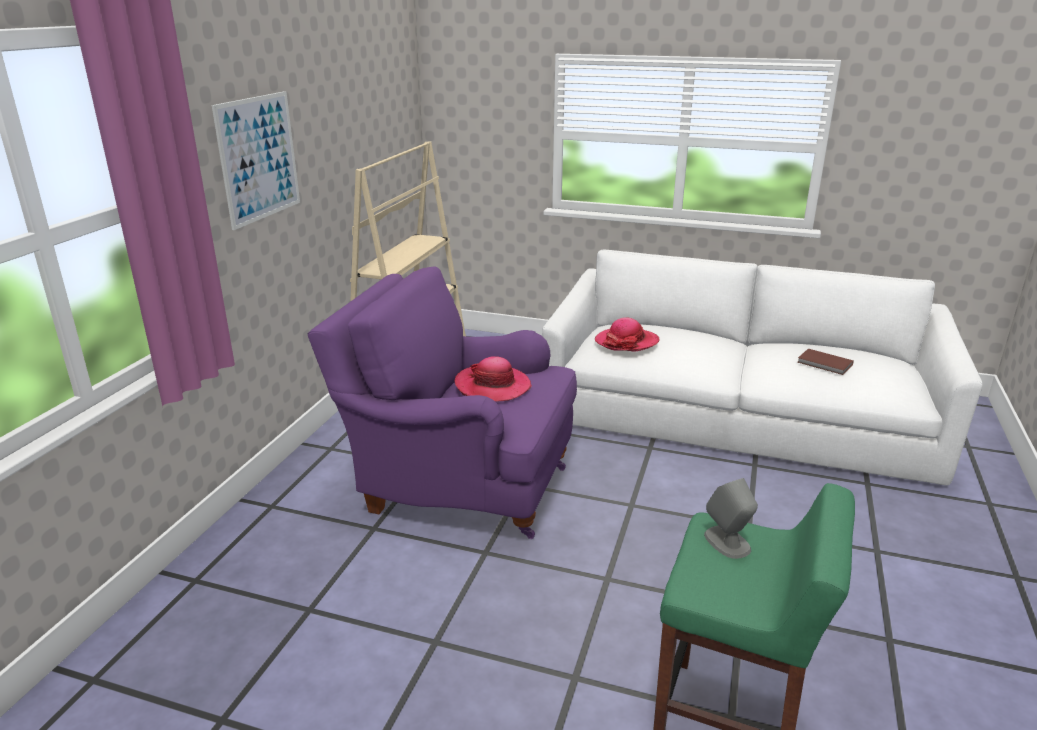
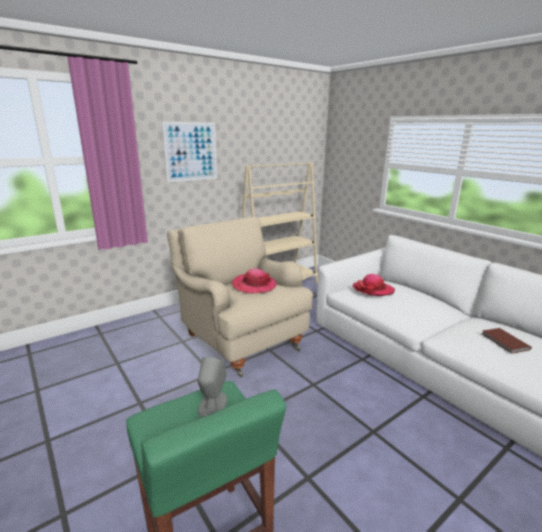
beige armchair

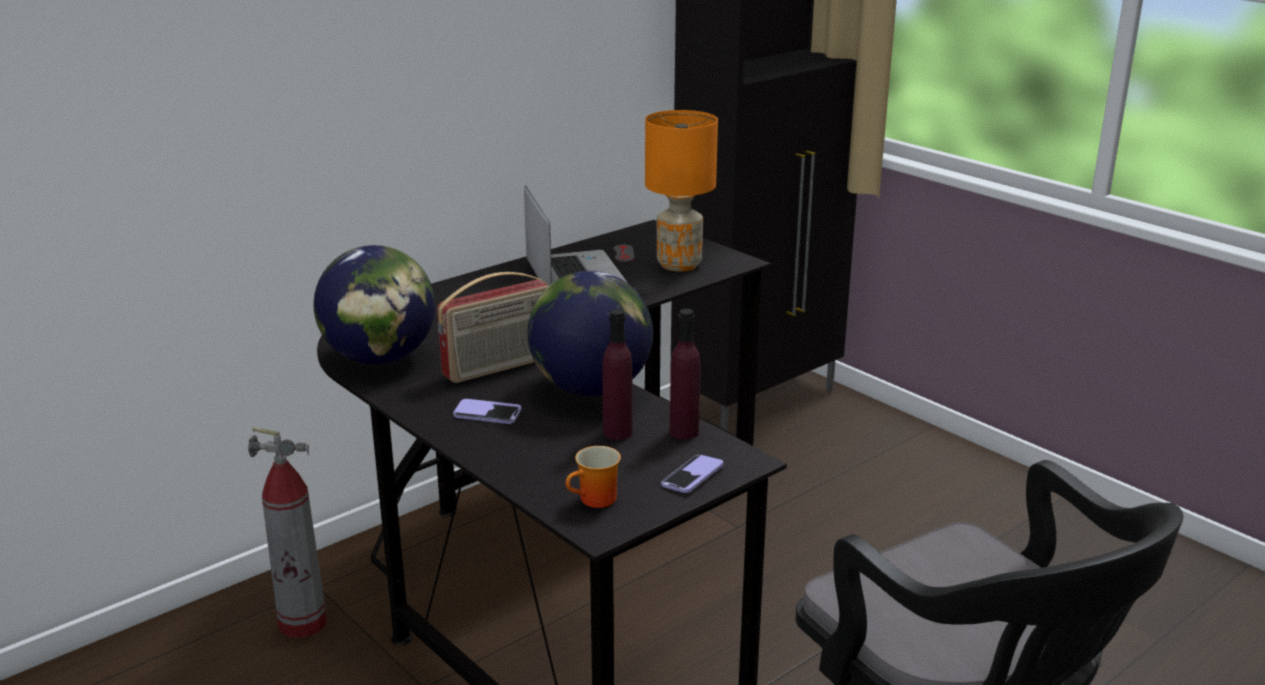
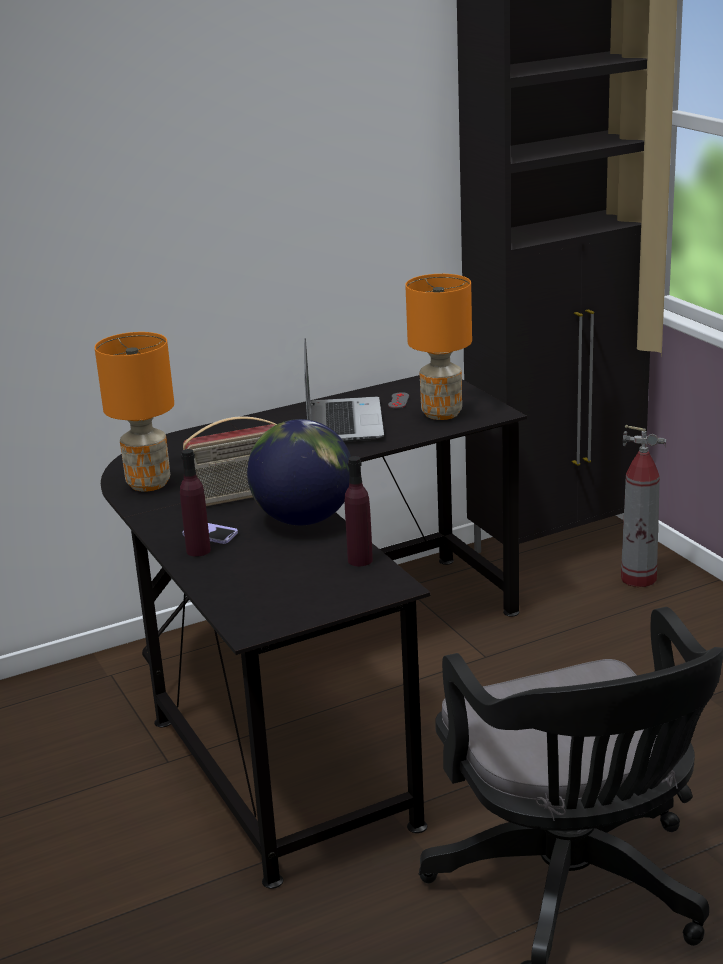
mug
phone (2nd from left in the first image)
fire extinguisher
purple bottle (1st from left)
orange table lamp (1st from left)

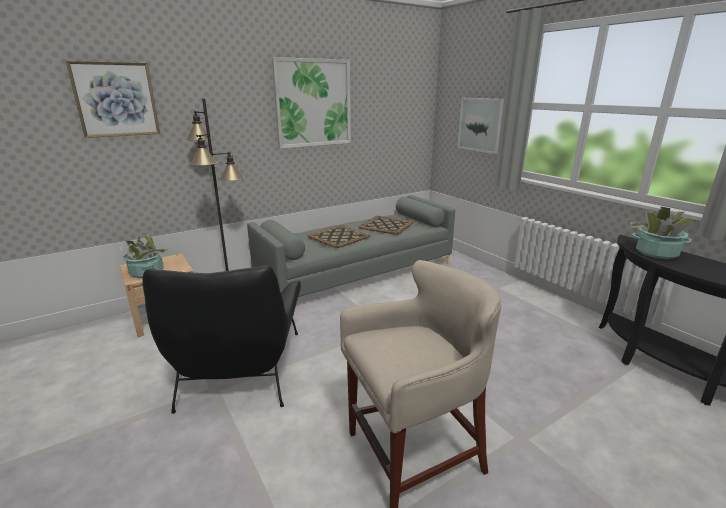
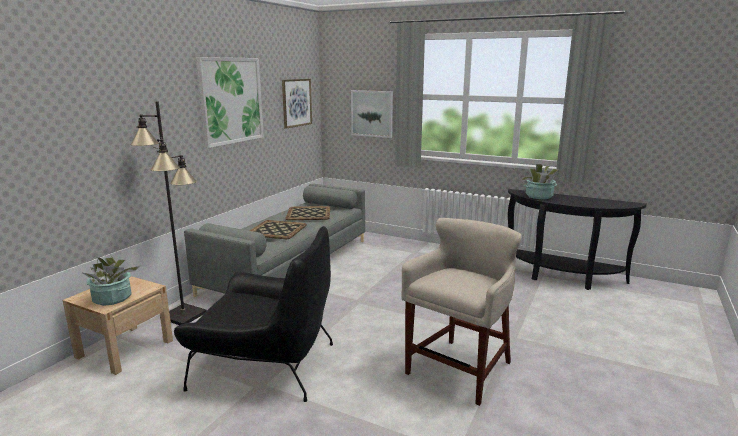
picture (2nd from left)
black armchair

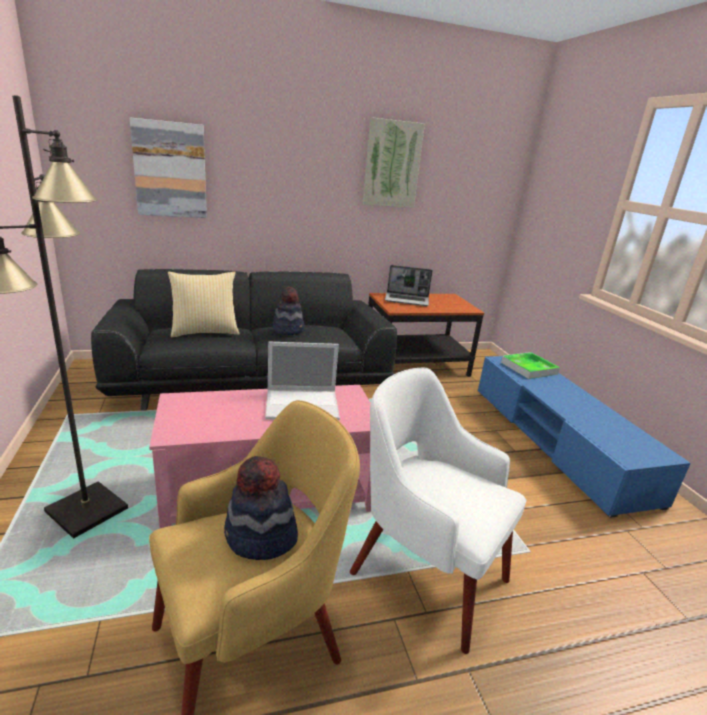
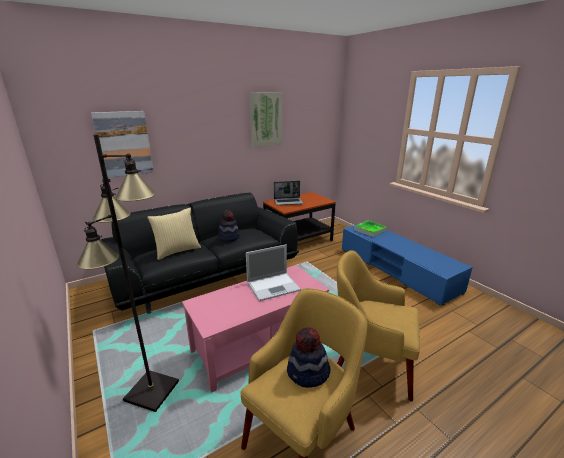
yellow armchair (2nd from left)

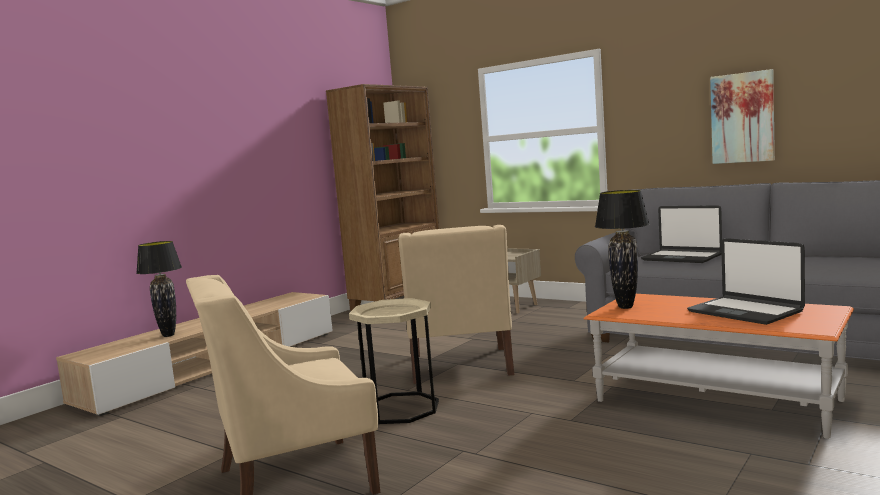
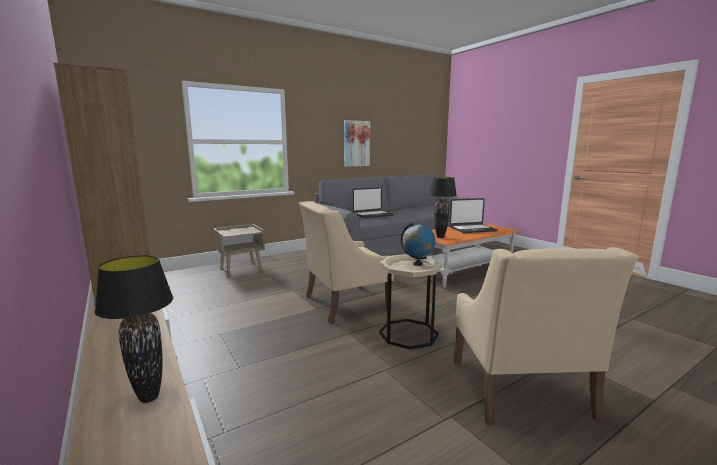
globe
beige armchair (1st from left)

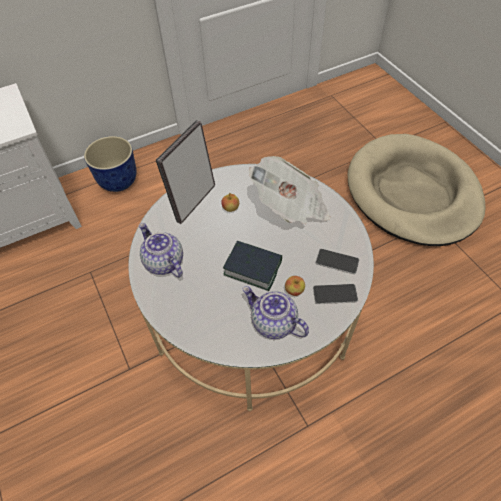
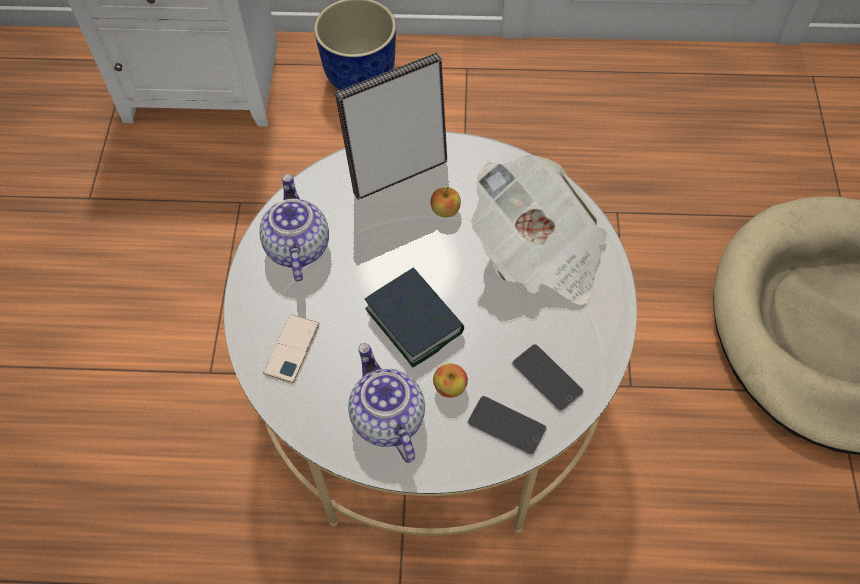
phone (1st from left)

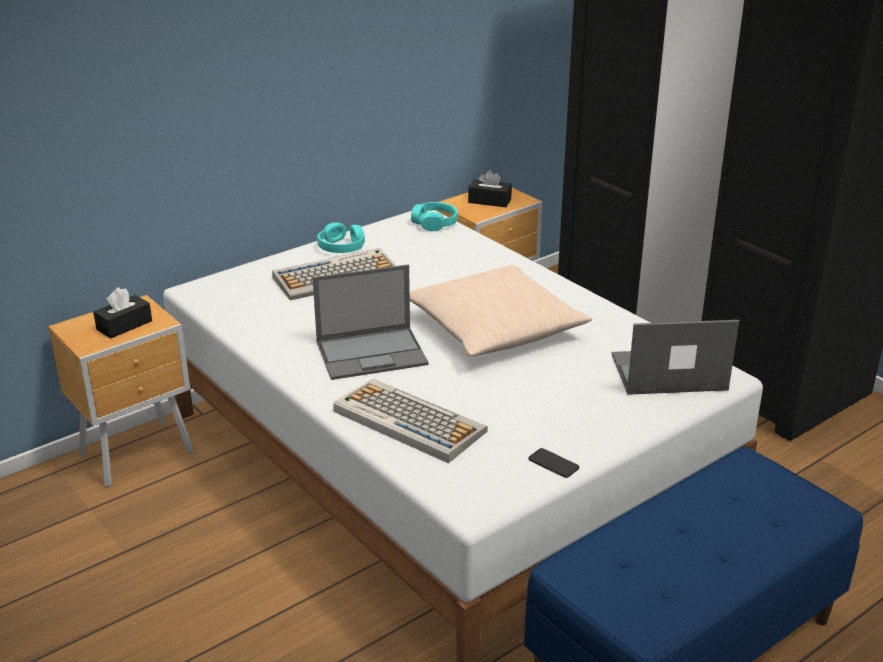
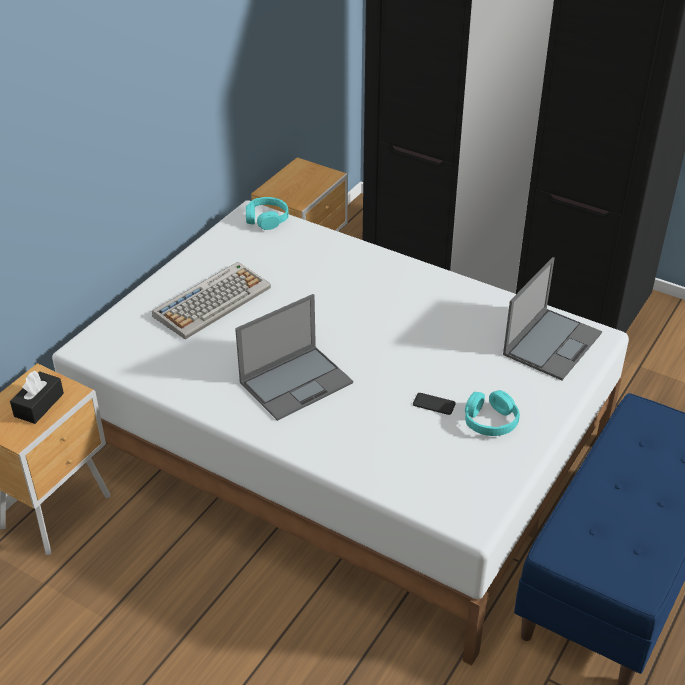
keyboard (2nd from left in the first image)
beige pillow
black tissue box (2nd from left in the first image)
turquoise headphones (2nd from left)
phone
laptop (2nd from left)

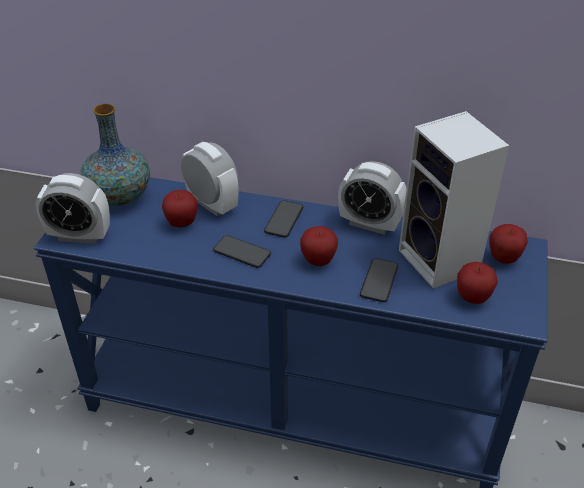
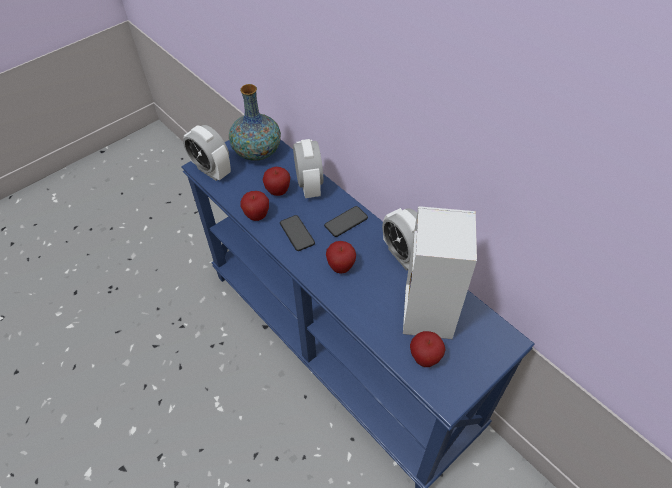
phone (3rd from left in the first image)
apple (1st from left)

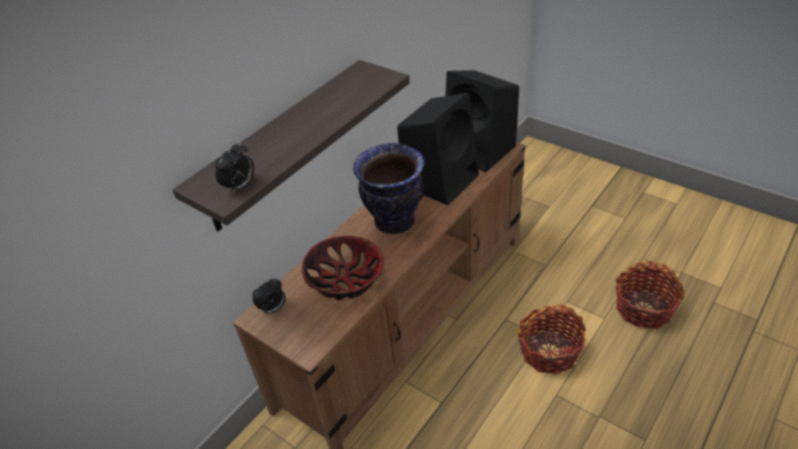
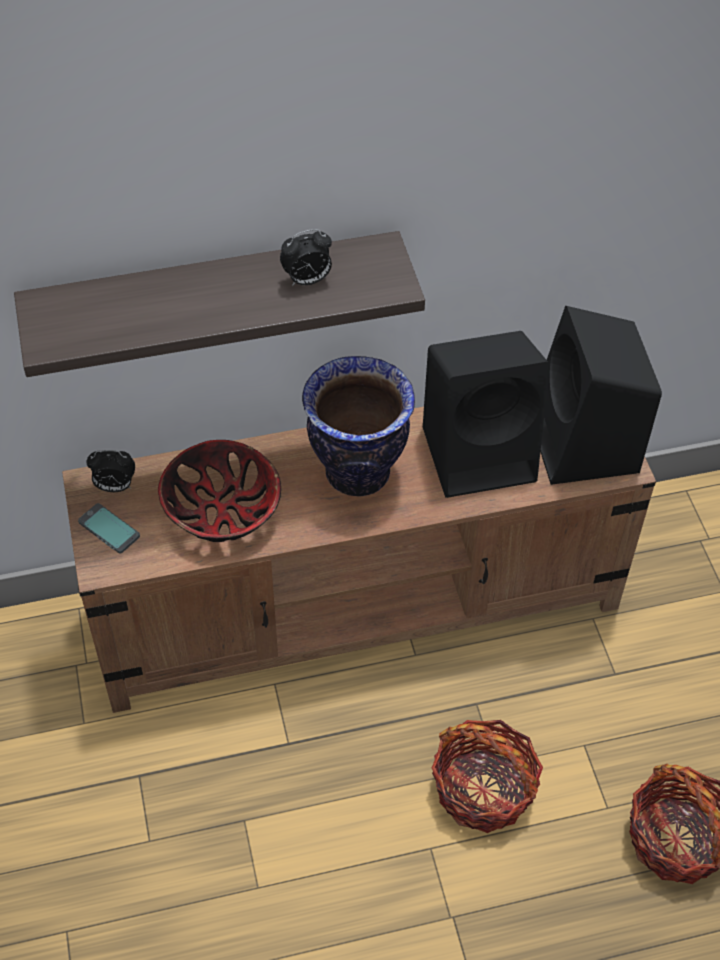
phone
alarm clock (2nd from left)

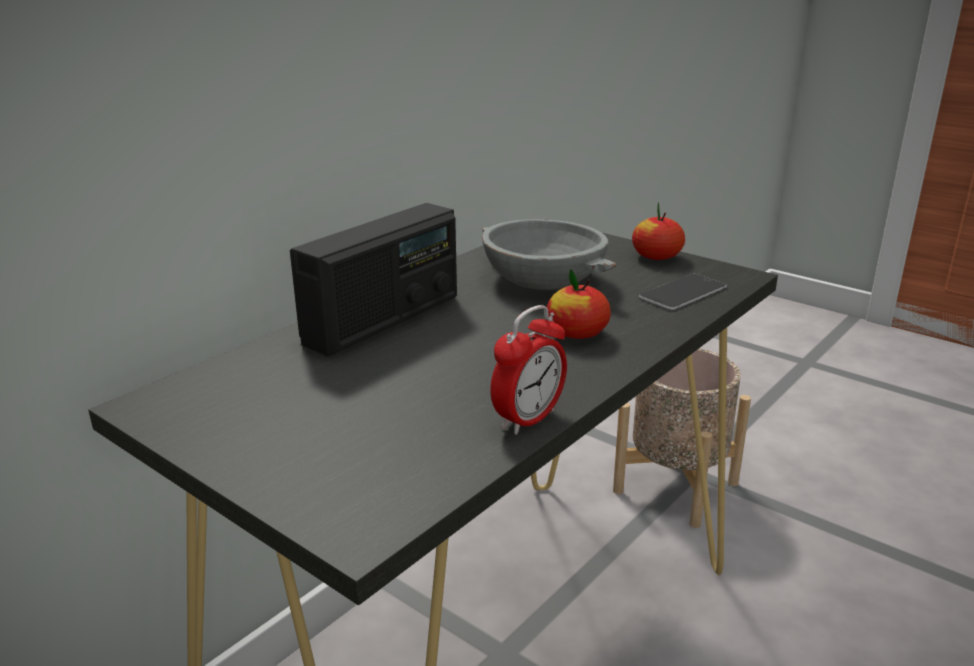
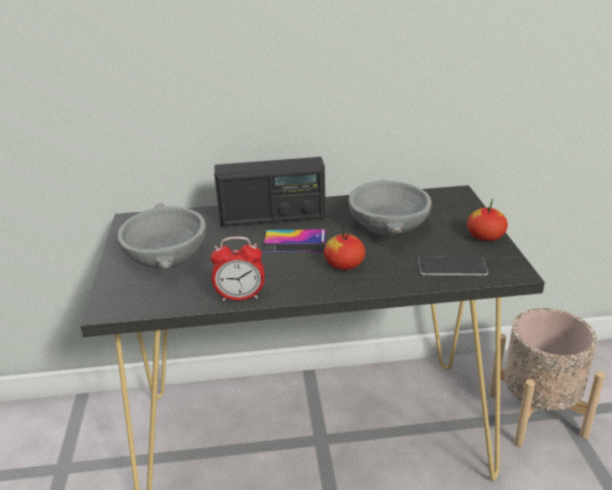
grey bowl (1st from left)
phone (1st from left)

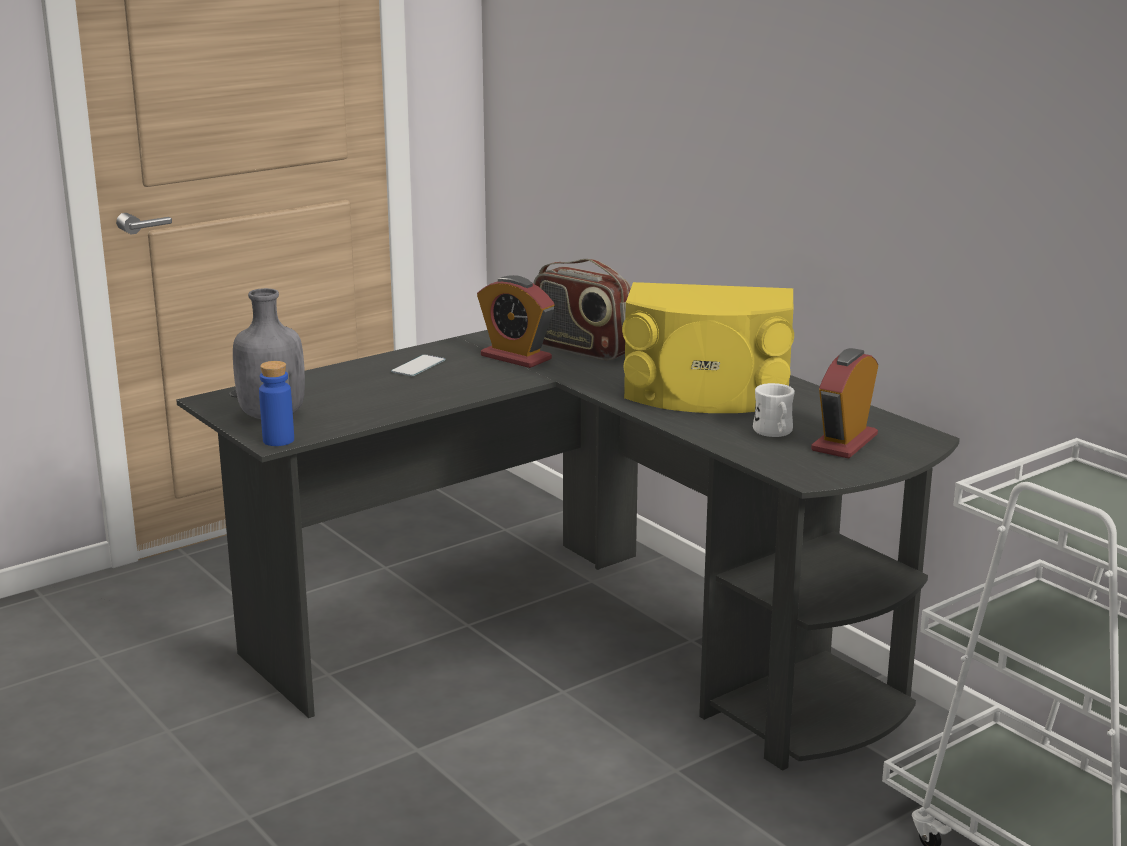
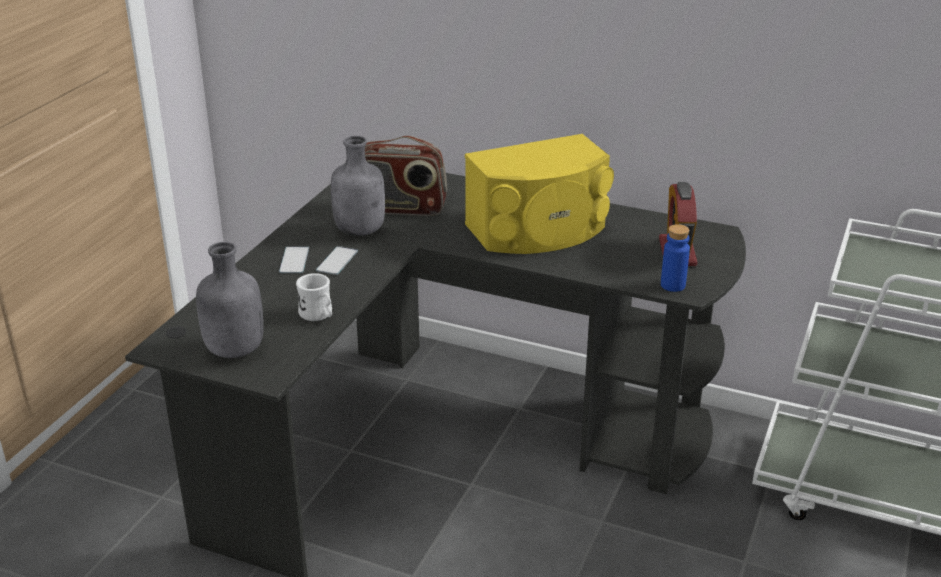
phone (2nd from left)
blue bottle
white mug
grey bottle (2nd from left)

